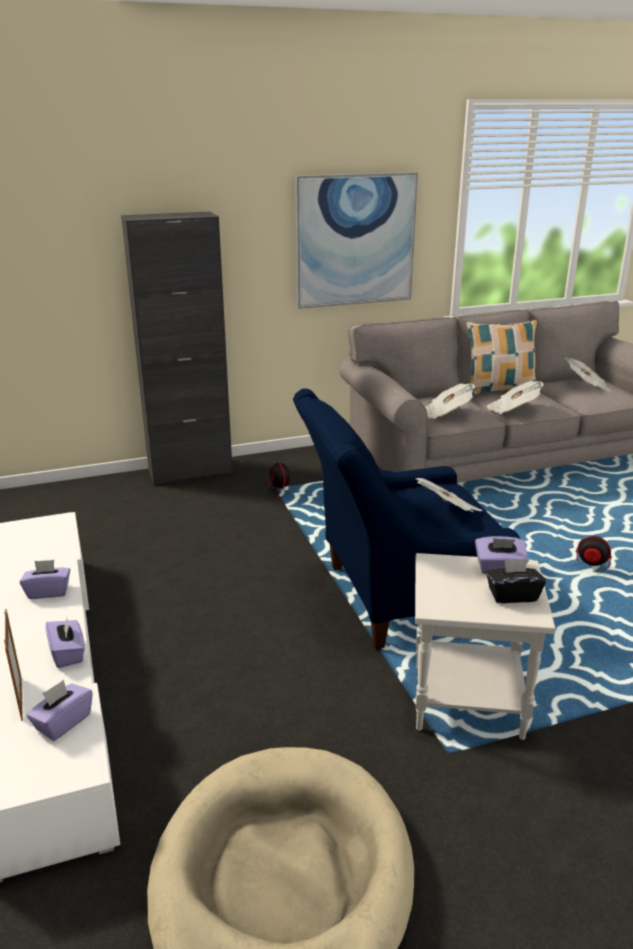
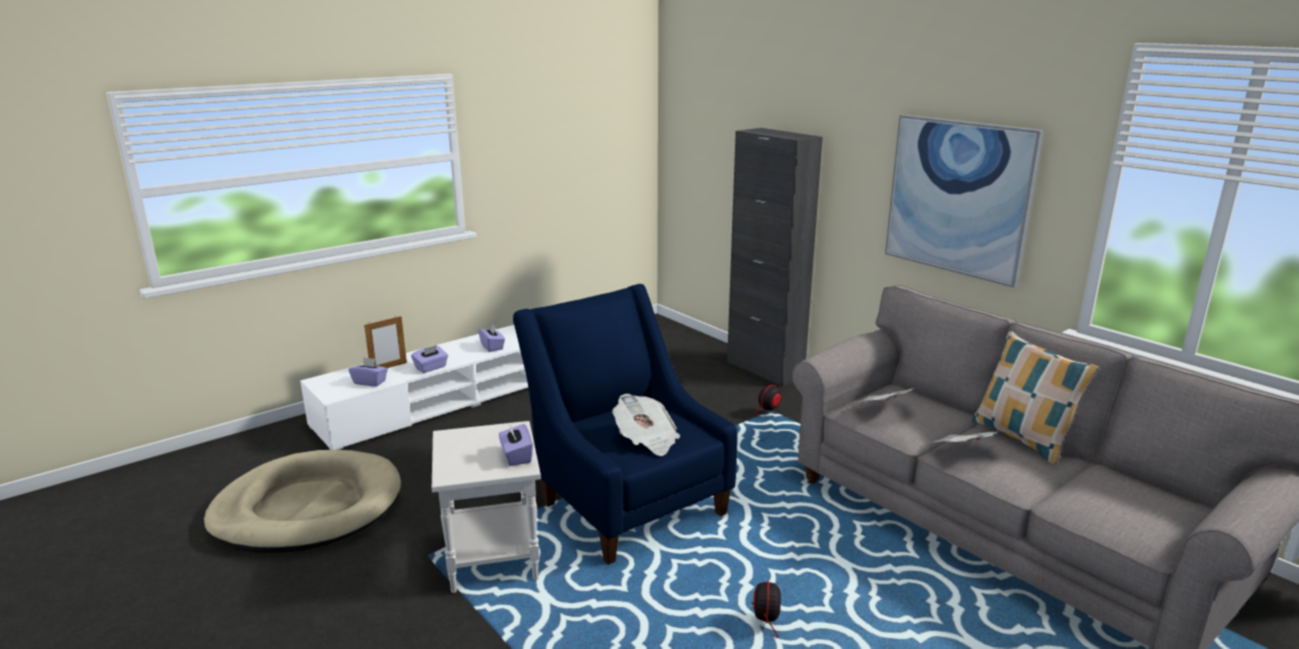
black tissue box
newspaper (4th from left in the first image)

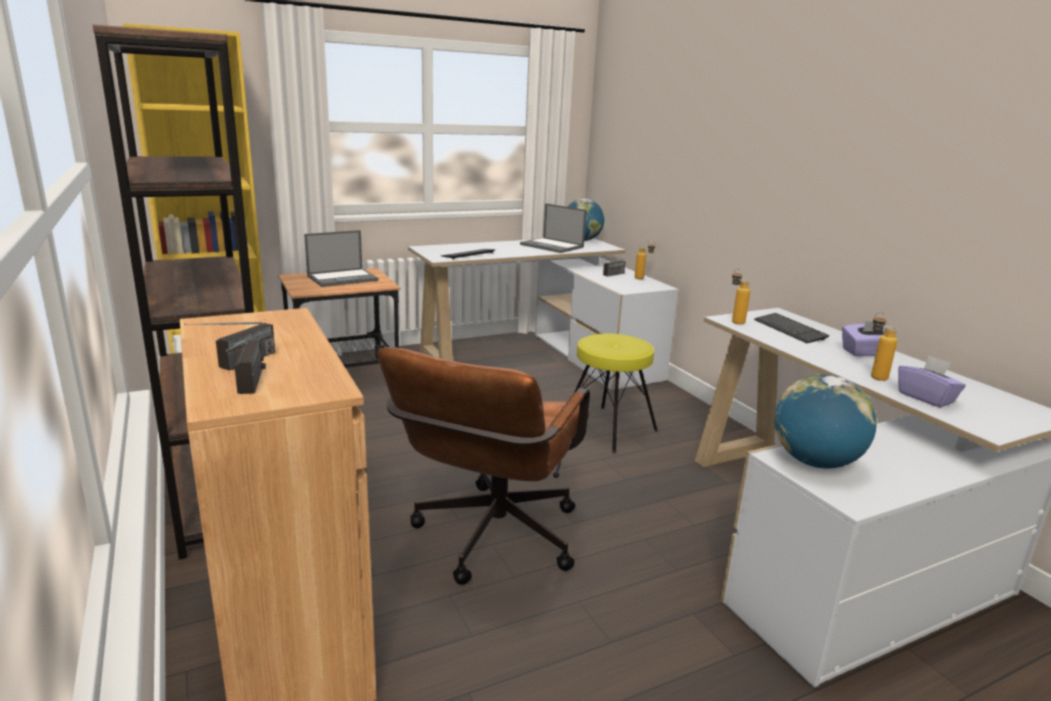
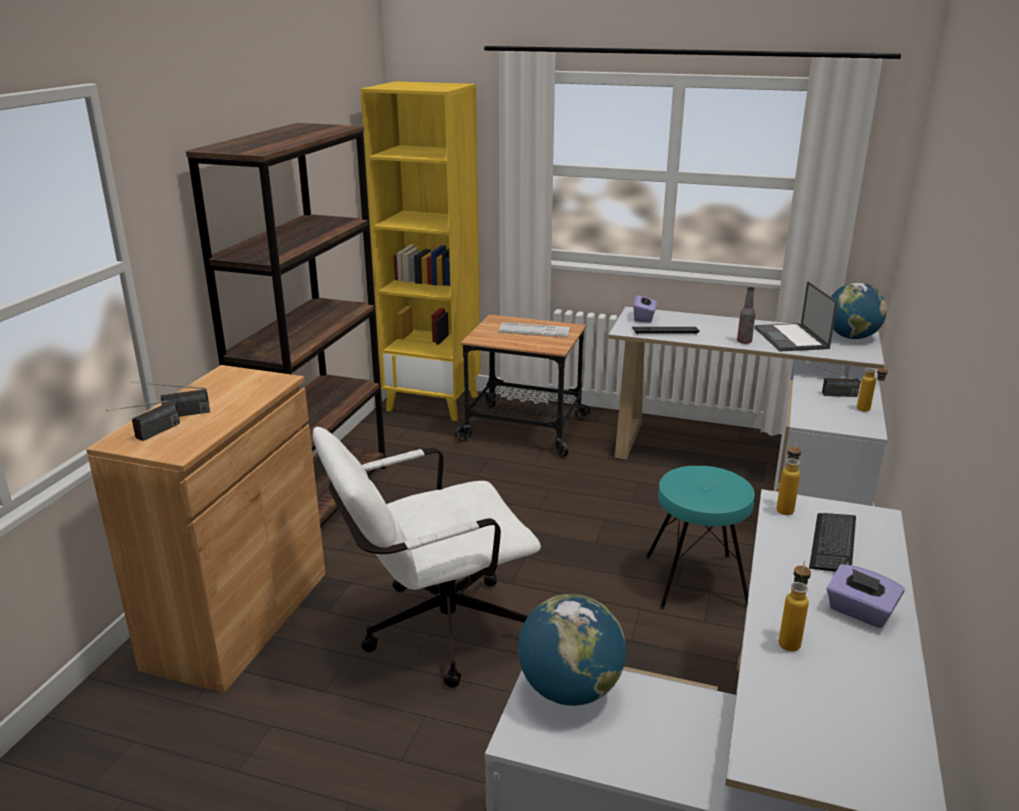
bottle (1st from left)
purple tissue box (1st from left)
keyboard (1st from left)
white office chair
turquoise stool

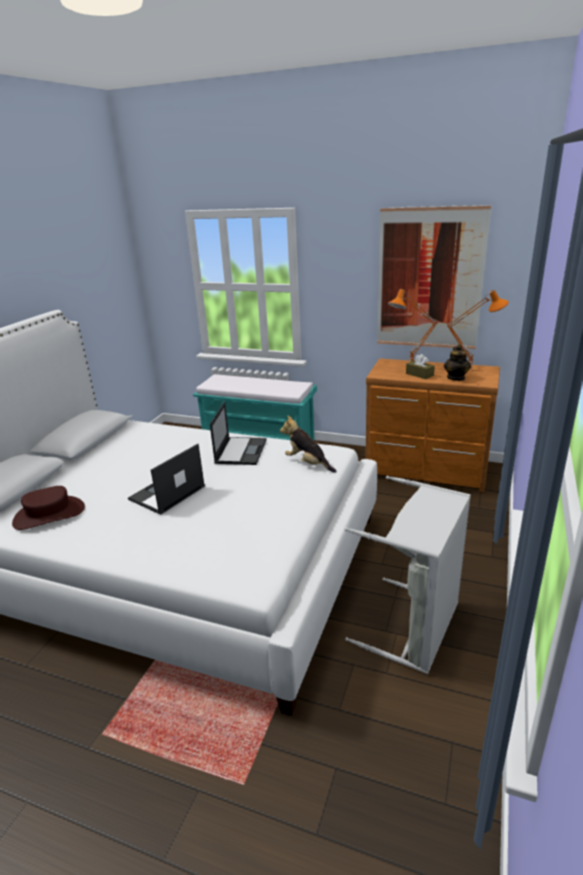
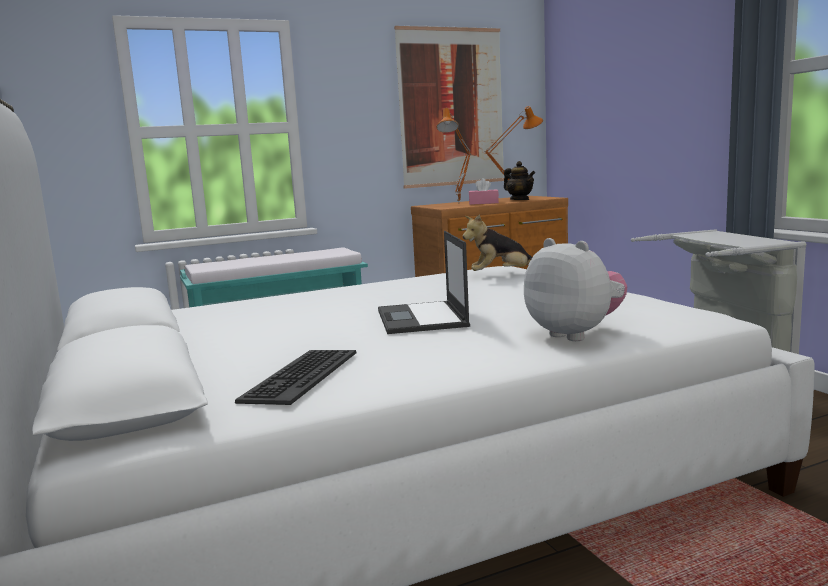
laptop (2nd from left in the first image)
plush toy (2nd from left)
keyboard
pink tissue box

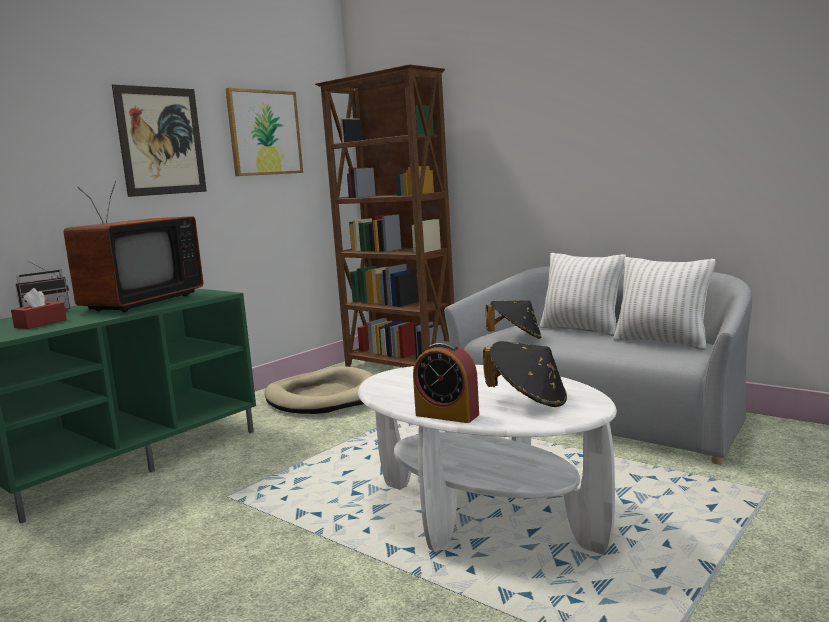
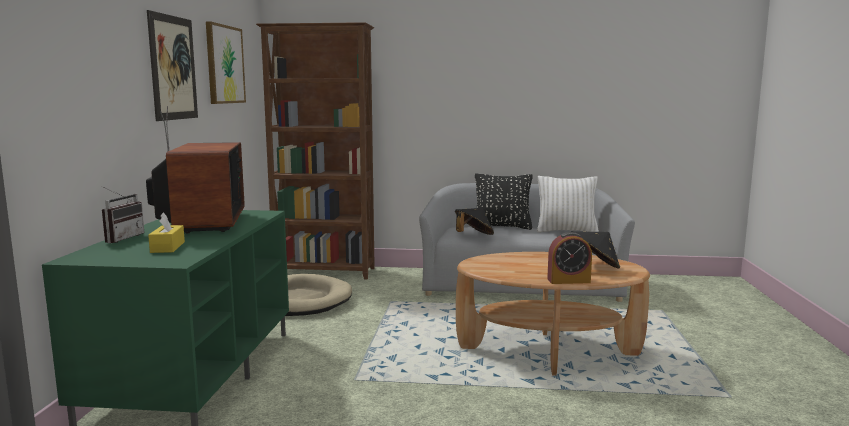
yellow tissue box
brown coffee table
black pillow

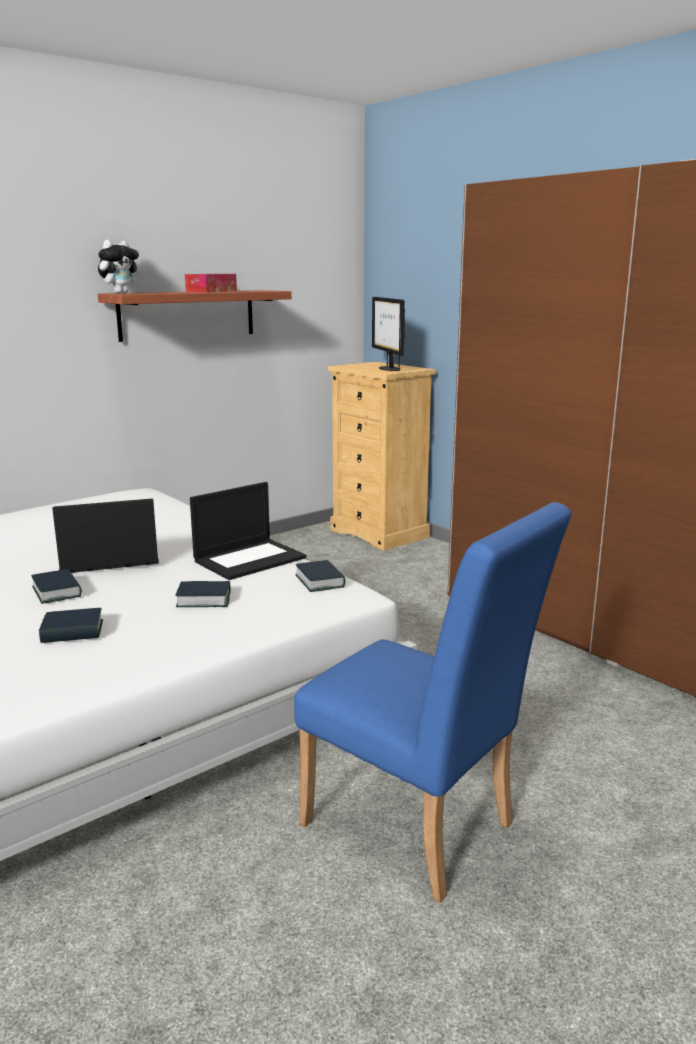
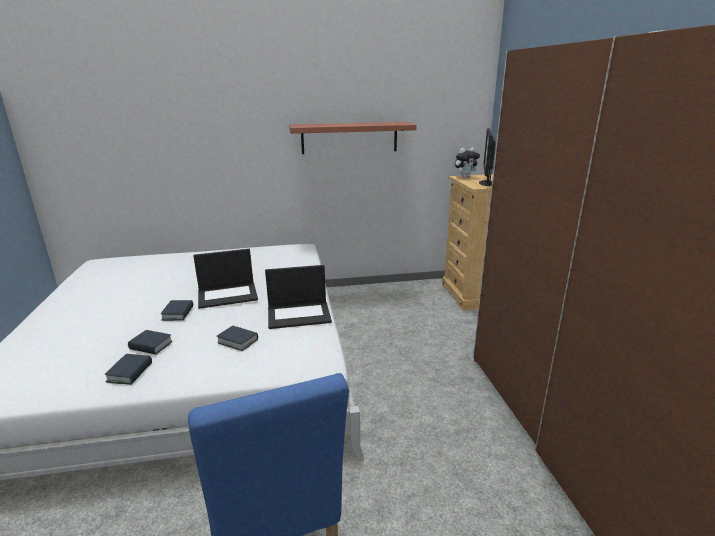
tissue box
plush toy
book (1st from left)
laptop (1st from left)

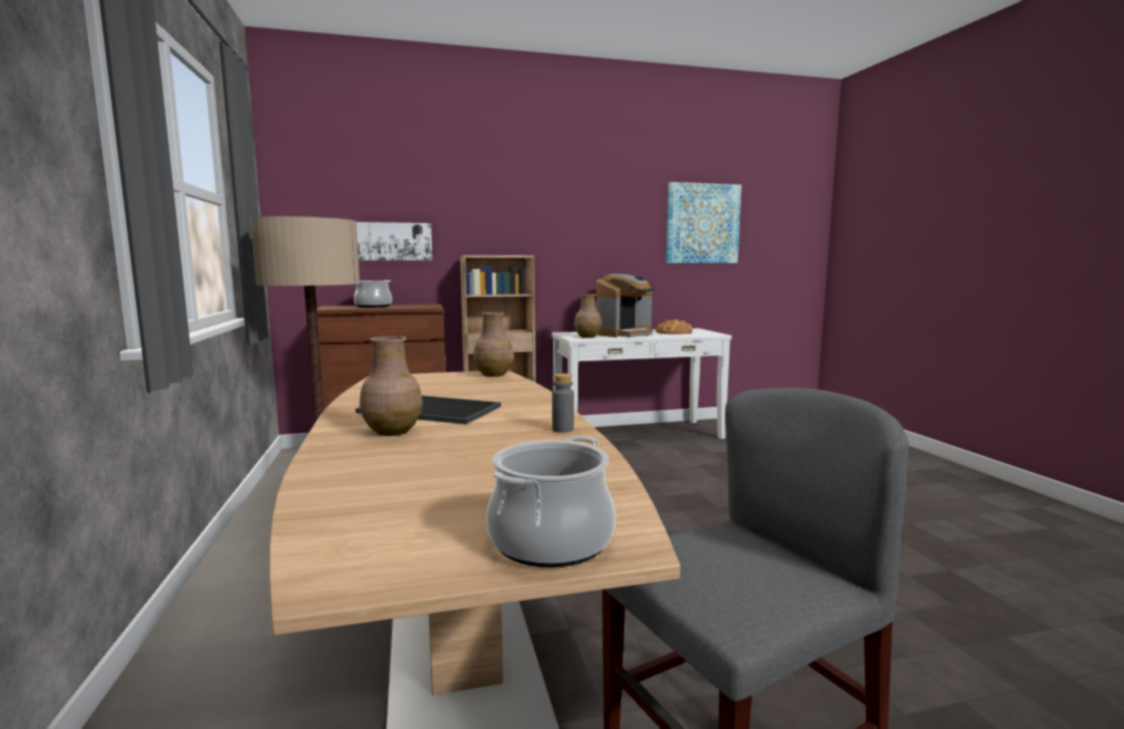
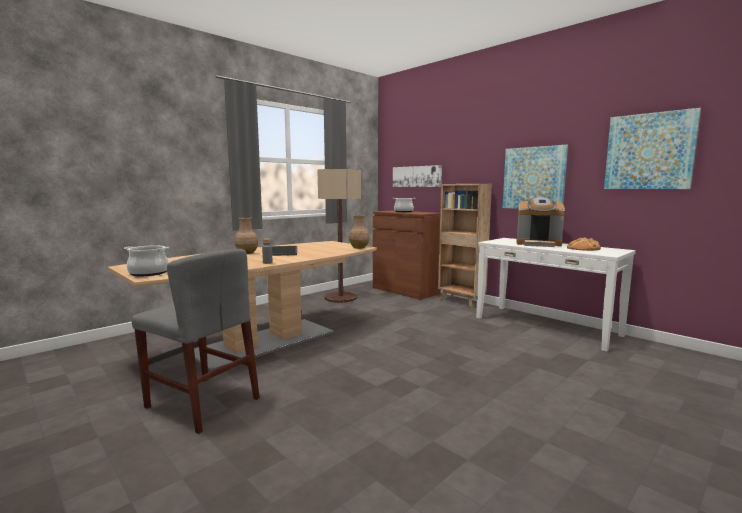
brown vase (3rd from left in the first image)
picture (2nd from left)

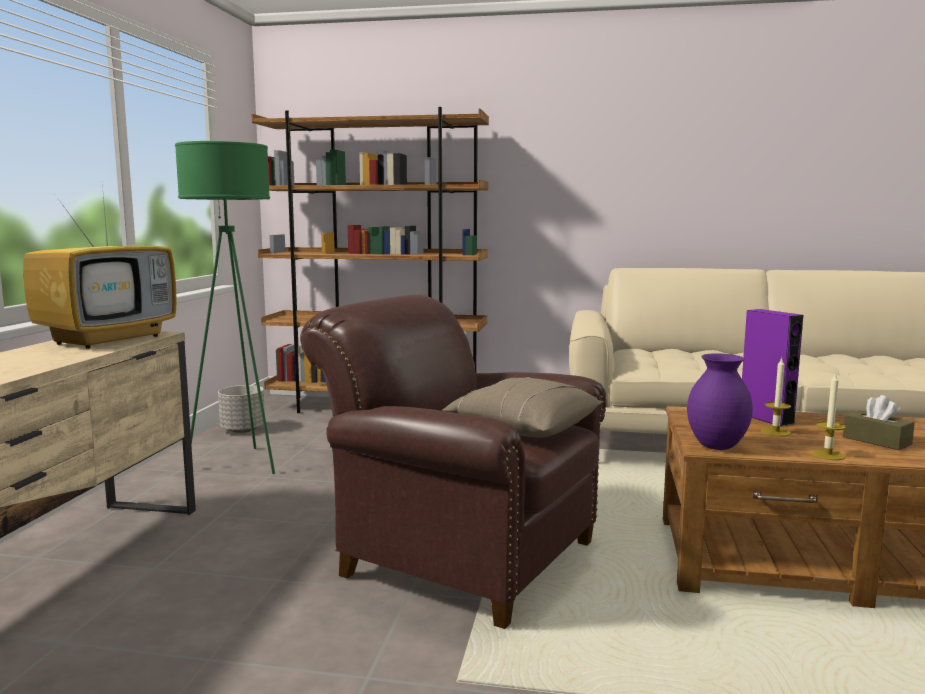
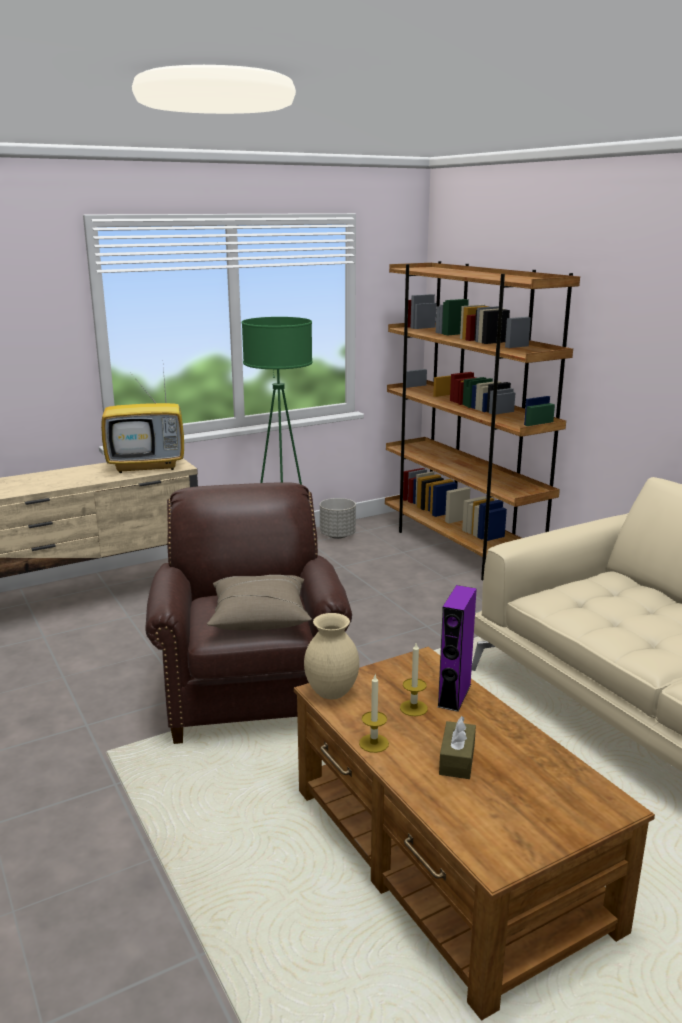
beige vase

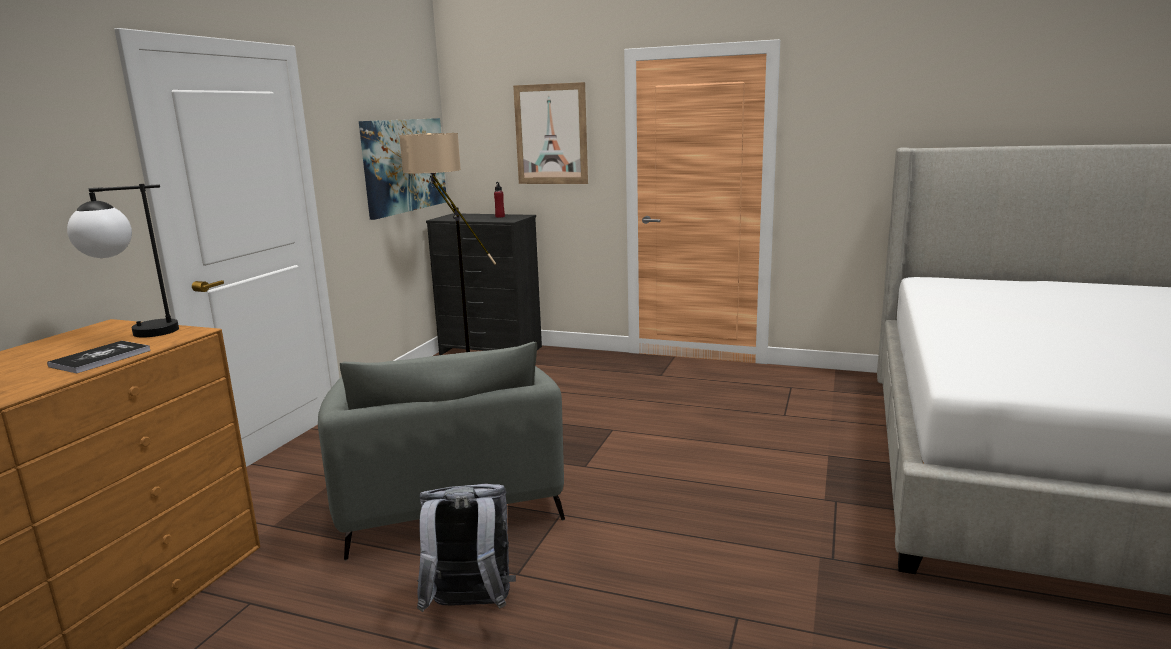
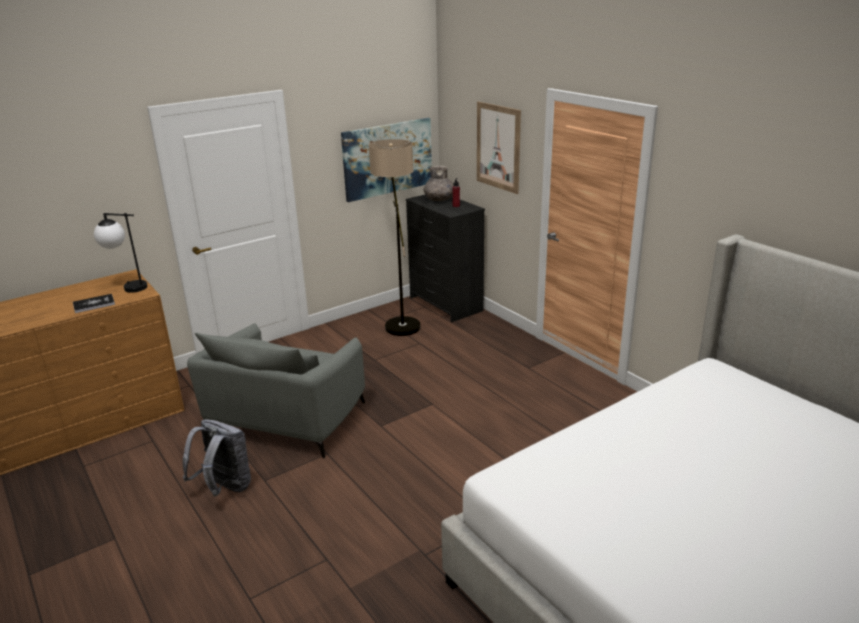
grey vase

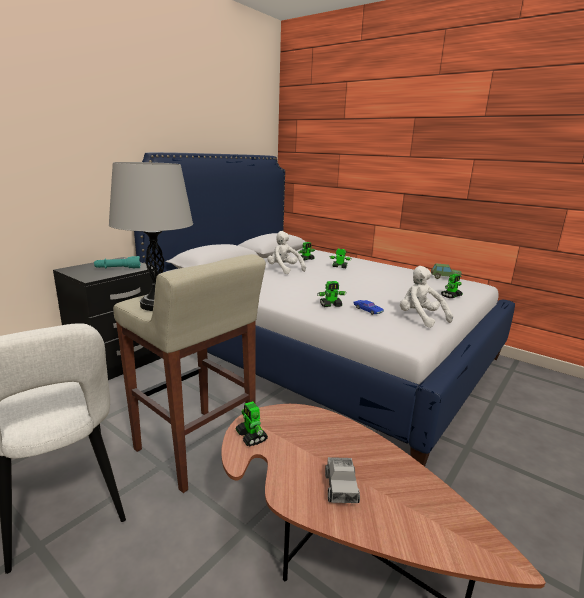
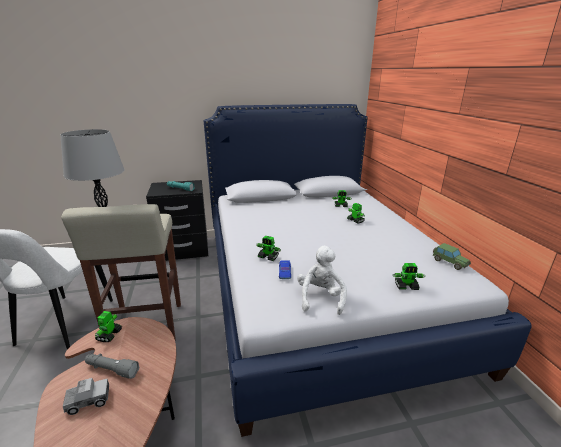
white plush toy (1st from left in the first image)
grey flashlight
toy truck

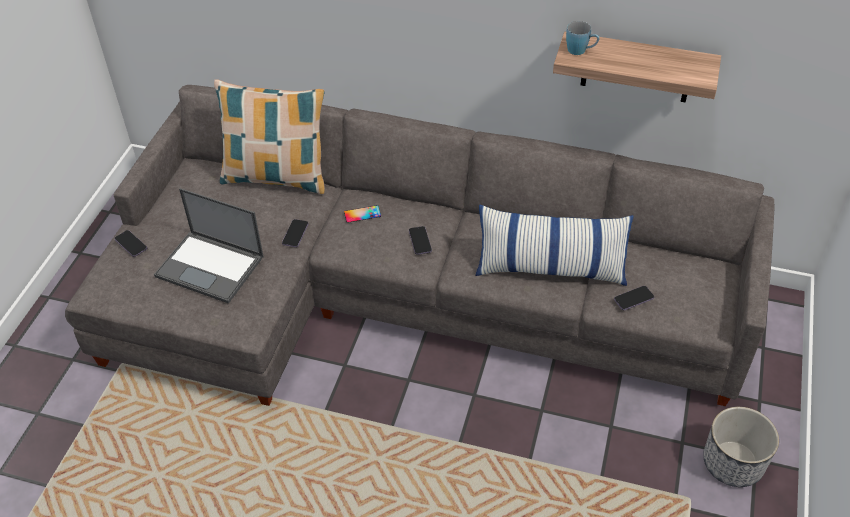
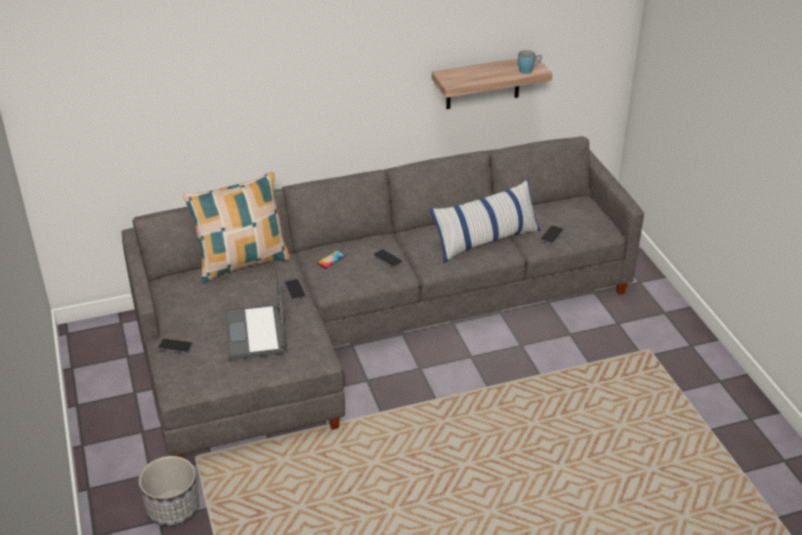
blue mug
planter
laptop

